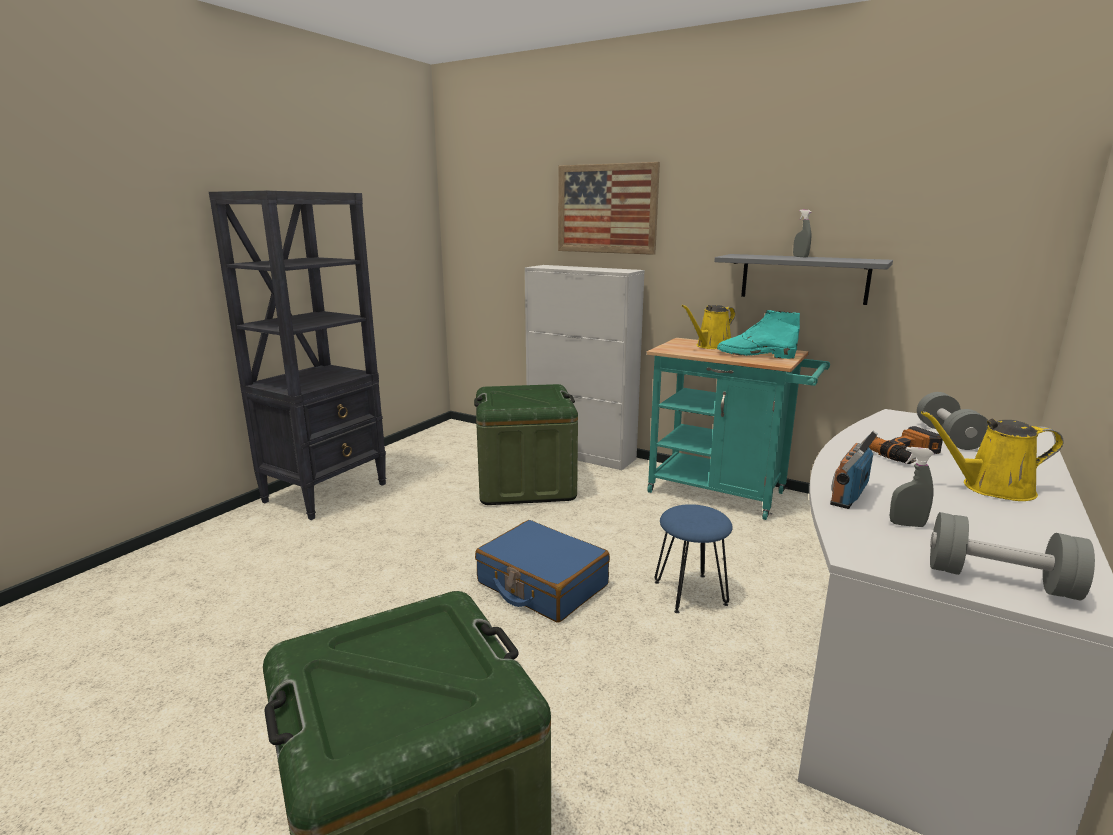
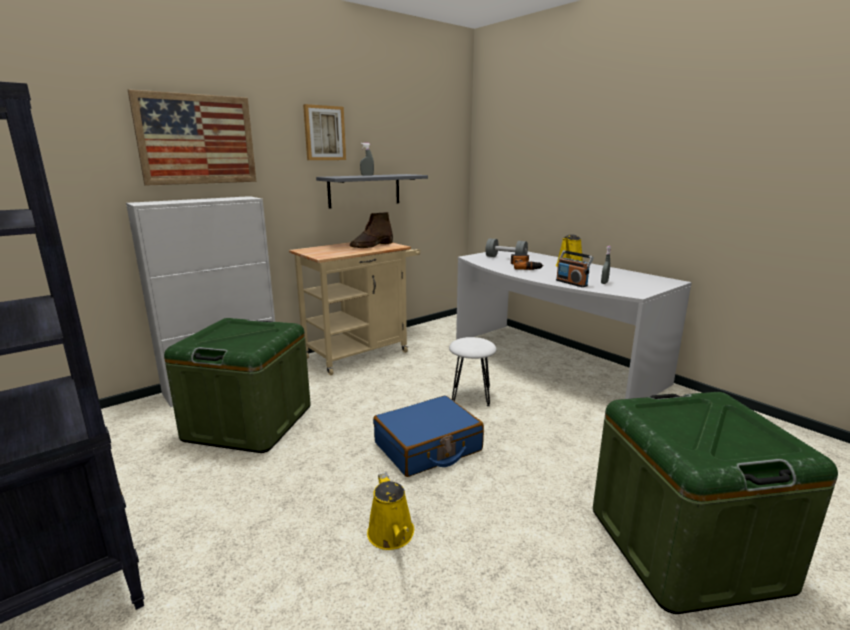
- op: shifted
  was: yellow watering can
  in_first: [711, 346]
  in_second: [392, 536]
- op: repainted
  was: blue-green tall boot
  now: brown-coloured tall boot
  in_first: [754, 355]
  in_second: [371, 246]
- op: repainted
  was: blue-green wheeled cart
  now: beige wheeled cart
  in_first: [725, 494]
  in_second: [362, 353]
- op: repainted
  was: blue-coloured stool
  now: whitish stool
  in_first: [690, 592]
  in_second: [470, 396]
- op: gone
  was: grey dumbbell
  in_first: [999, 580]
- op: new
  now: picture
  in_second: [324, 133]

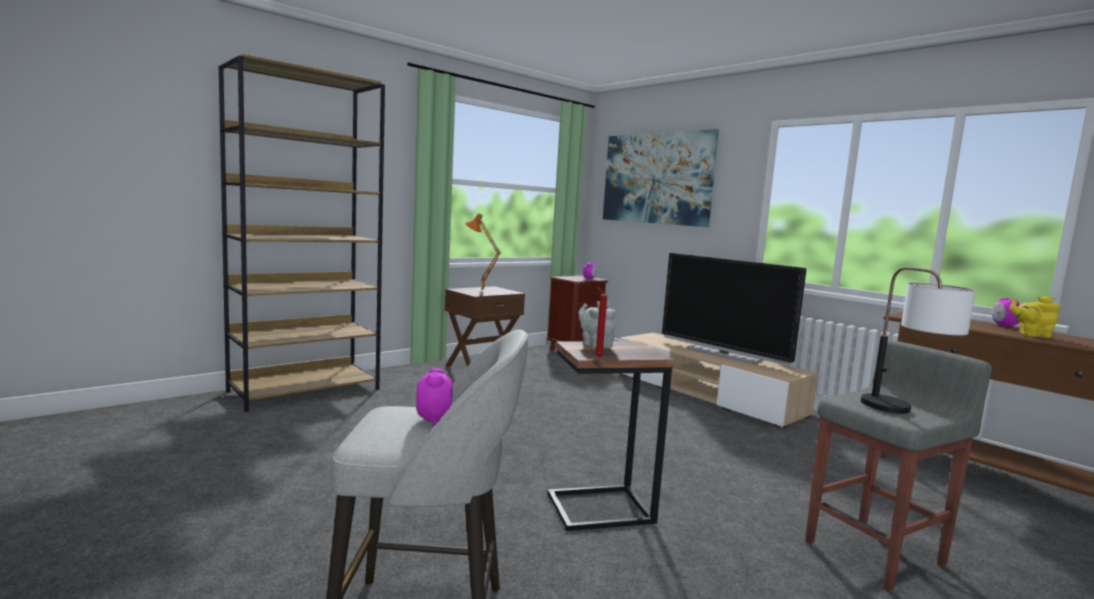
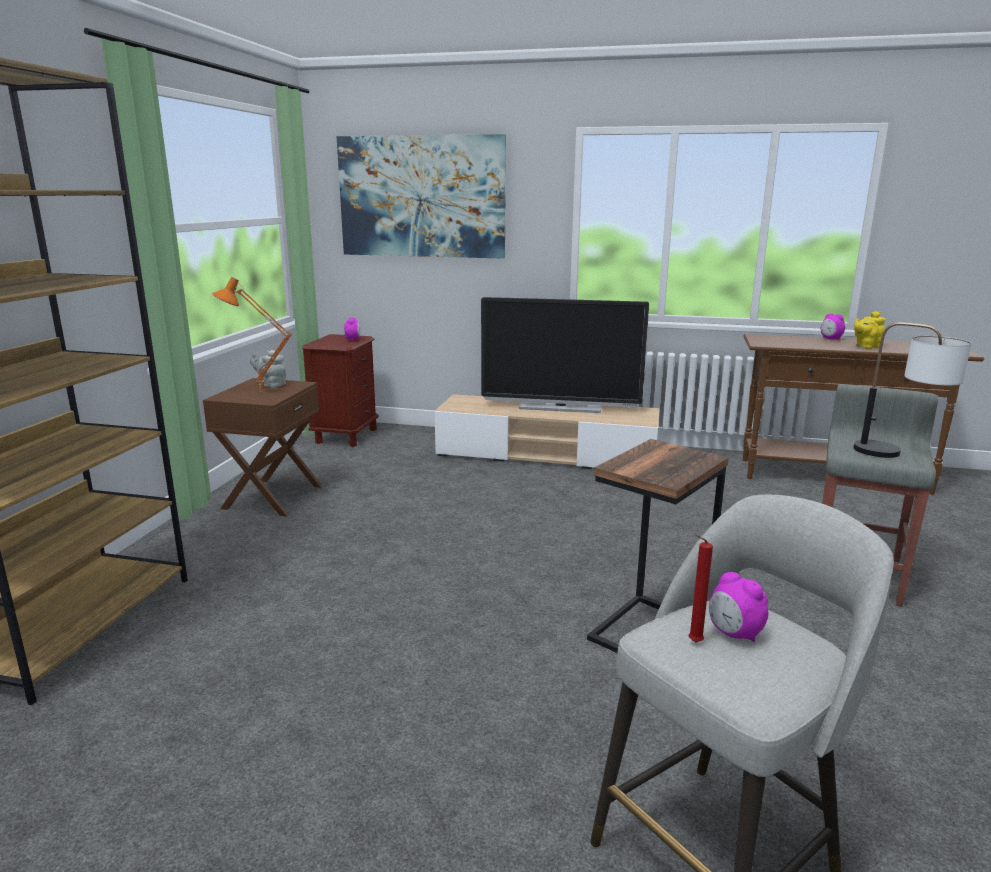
- op: shifted
  was: red wax light
  in_first: [597, 357]
  in_second: [693, 642]
- op: shifted
  was: grey teapot
  in_first: [595, 345]
  in_second: [271, 385]

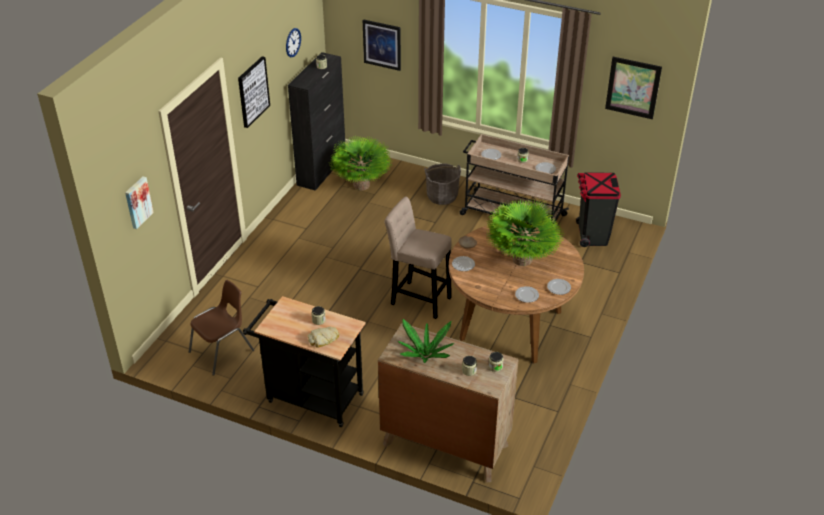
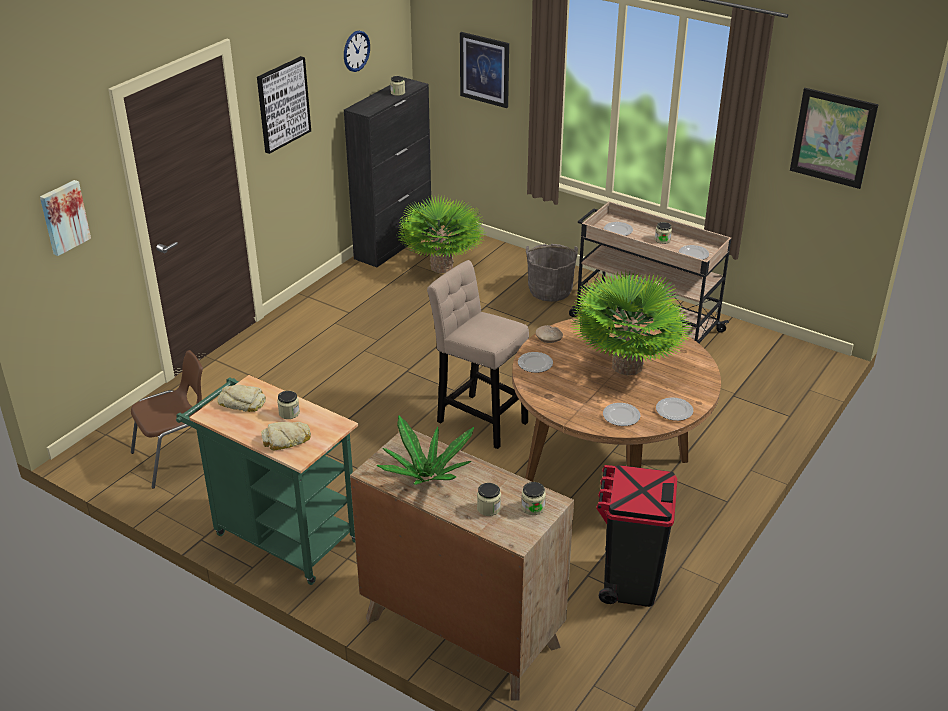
- op: shifted
  was: blackish waste bin
  in_first: [592, 236]
  in_second: [629, 582]
- op: repainted
  was: blackish wheeled cart
  now: green-coloured wheeled cart
  in_first: [310, 397]
  in_second: [279, 535]
- op: new
  now: baked bread
  in_second: [242, 402]

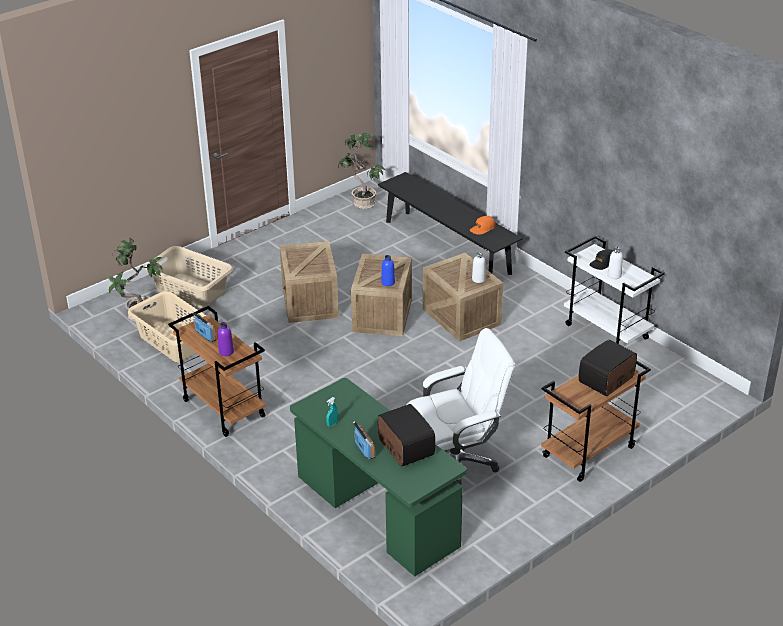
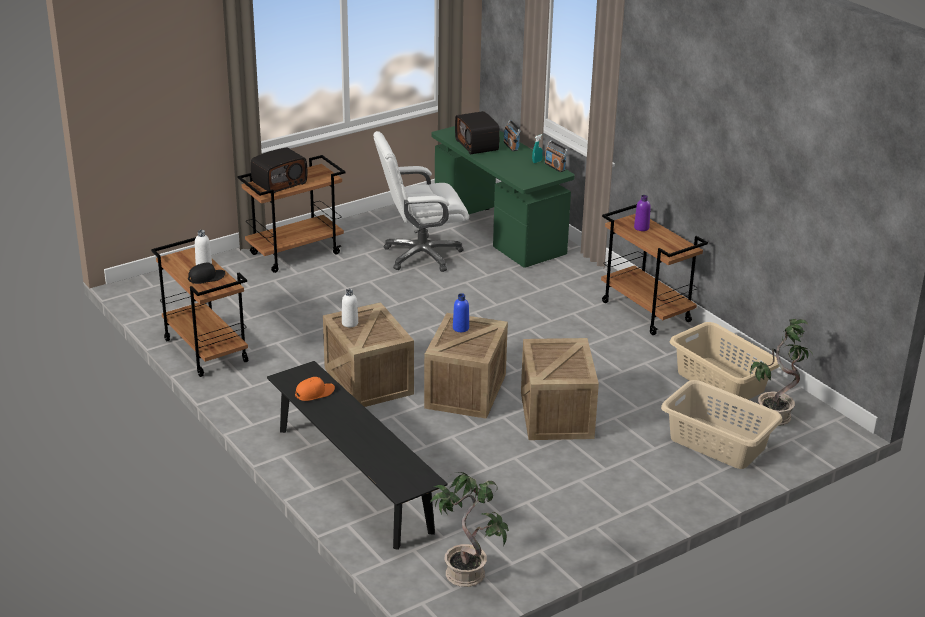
- op: repainted
  was: whitish wheeled cart
  now: brown-coloured wheeled cart
  in_first: [607, 332]
  in_second: [204, 351]
- op: shifted
  was: radio
  in_first: [205, 335]
  in_second: [555, 167]

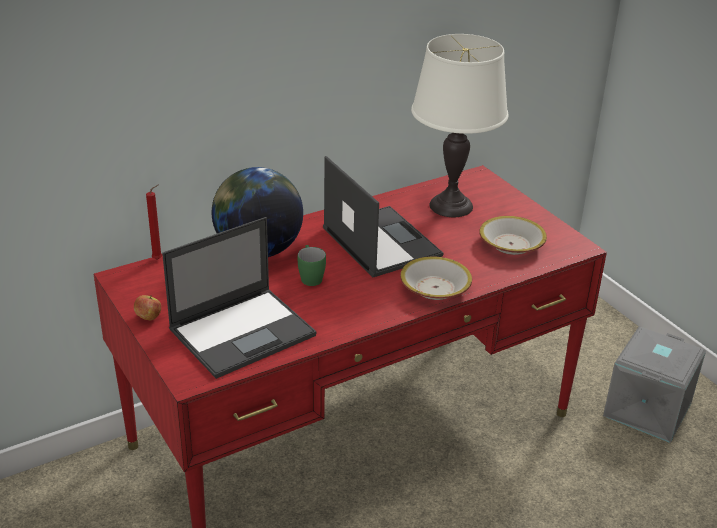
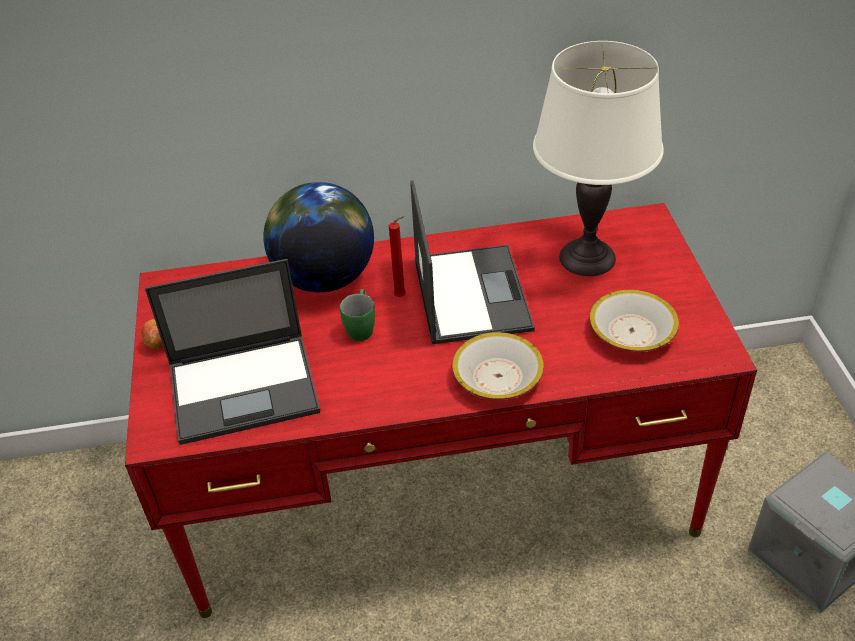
- op: shifted
  was: red wax light
  in_first: [159, 259]
  in_second: [402, 296]

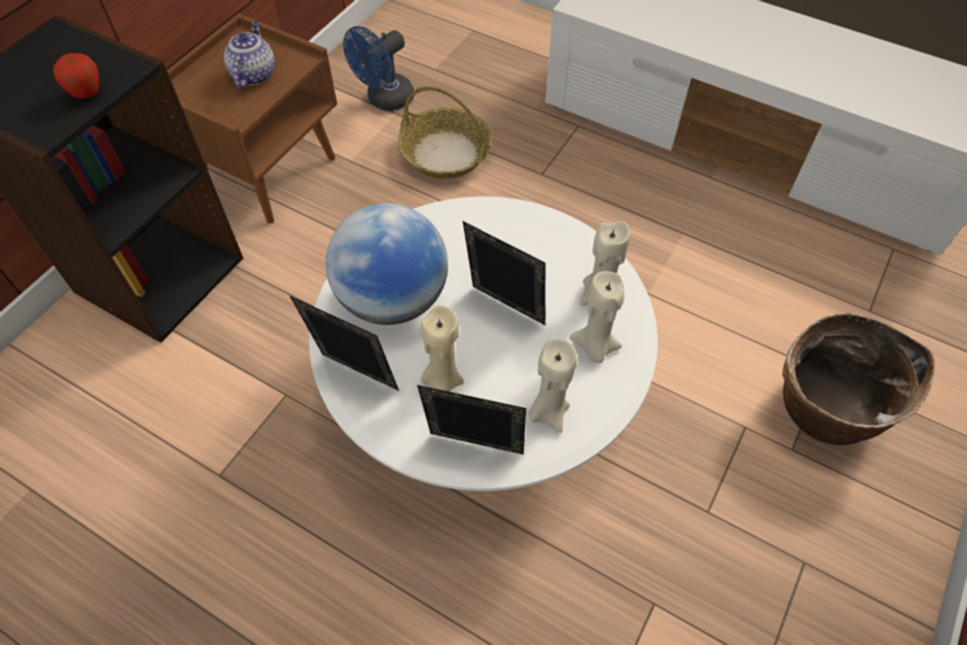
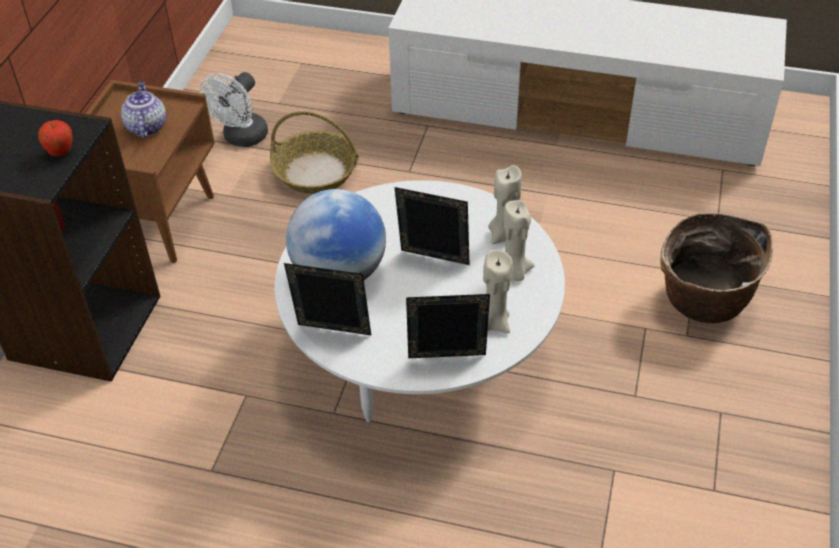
- op: repainted
  was: blue-coloured fan
  now: whitish fan
  in_first: [385, 100]
  in_second: [242, 138]
- op: gone
  was: beige wax light
  in_first: [442, 380]

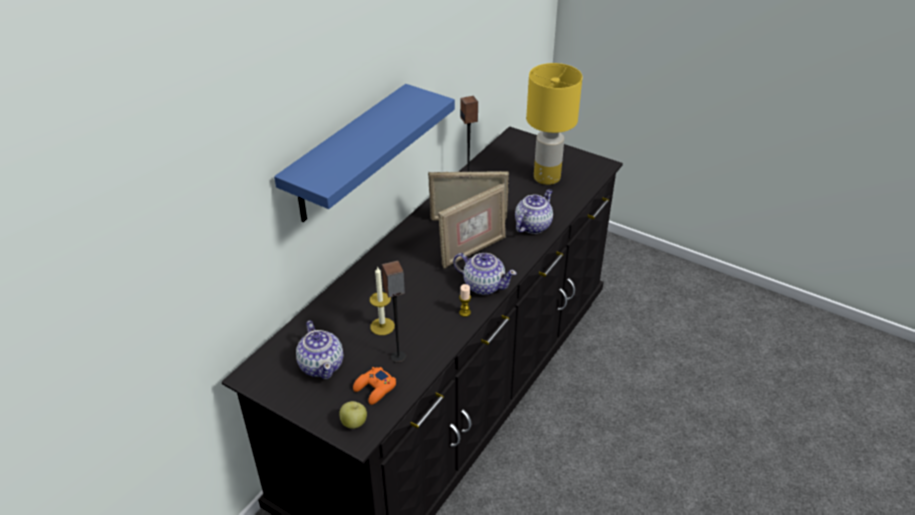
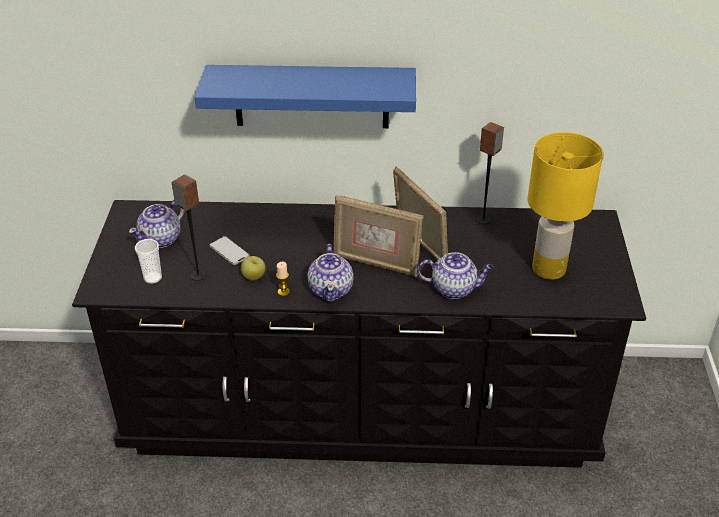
- op: swapped
  was: wax light
  now: handset
  in_first: [382, 326]
  in_second: [229, 251]
- op: swapped
  was: orange game controller
  now: drinking cup
  in_first: [375, 389]
  in_second: [152, 278]
- op: shifted
  was: whole apple
  in_first: [354, 423]
  in_second: [254, 277]

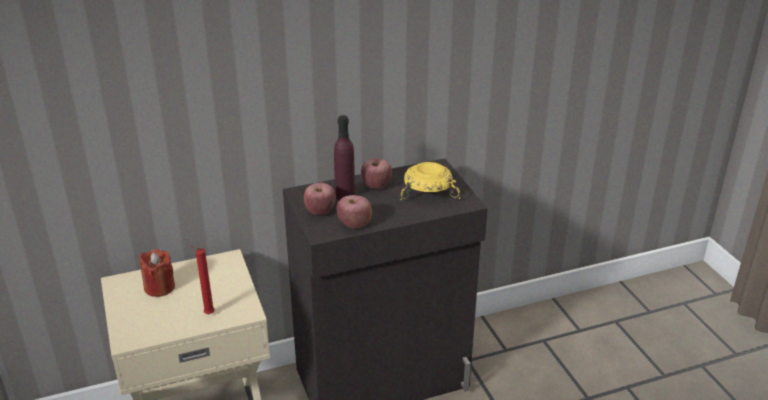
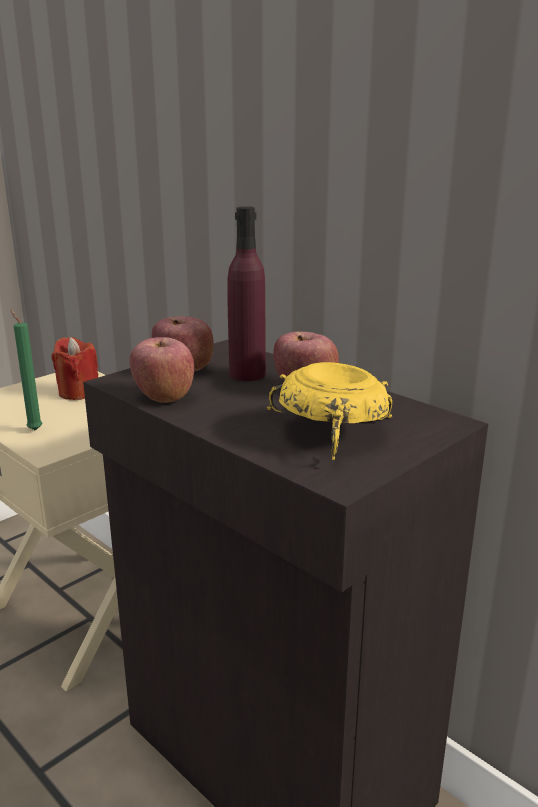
- op: repainted
  was: red wax light
  now: green-coloured wax light
  in_first: [207, 314]
  in_second: [34, 429]

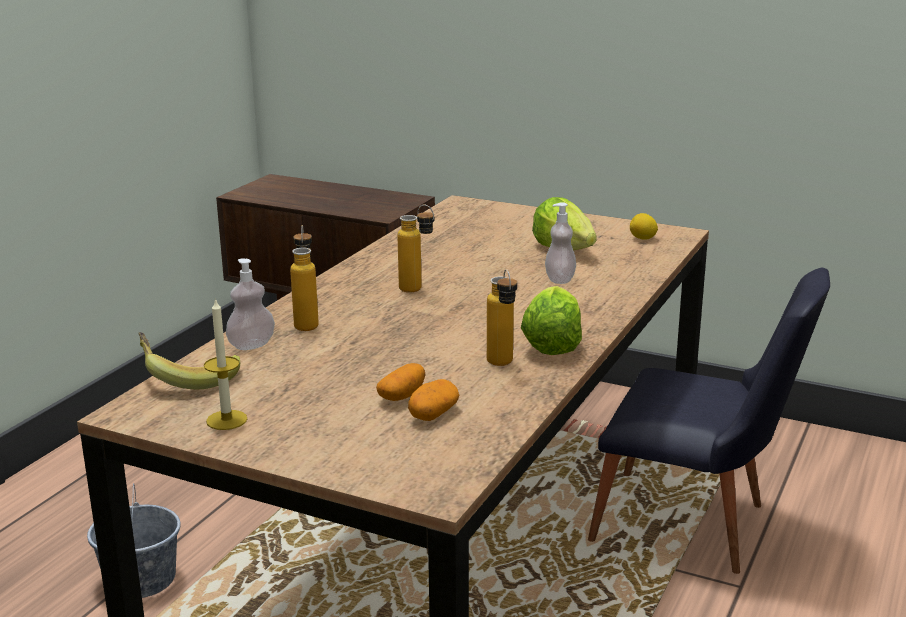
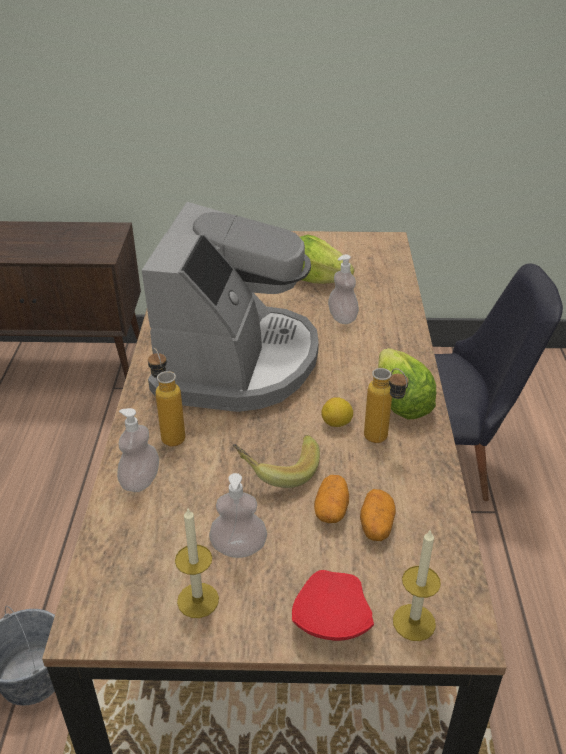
- op: swapped
  was: drink bottle
  now: coffee maker
  in_first: [417, 291]
  in_second: [237, 362]
- op: shifted
  was: citrus fruit
  in_first: [643, 239]
  in_second: [336, 423]
- op: shifted
  was: whole banana
  in_first: [188, 378]
  in_second: [277, 469]
- op: new
  now: soap dispenser
  in_second: [238, 548]
- op: new
  now: wax light
  in_second: [414, 622]
- op: new
  now: red dinner plate
  in_second: [330, 619]

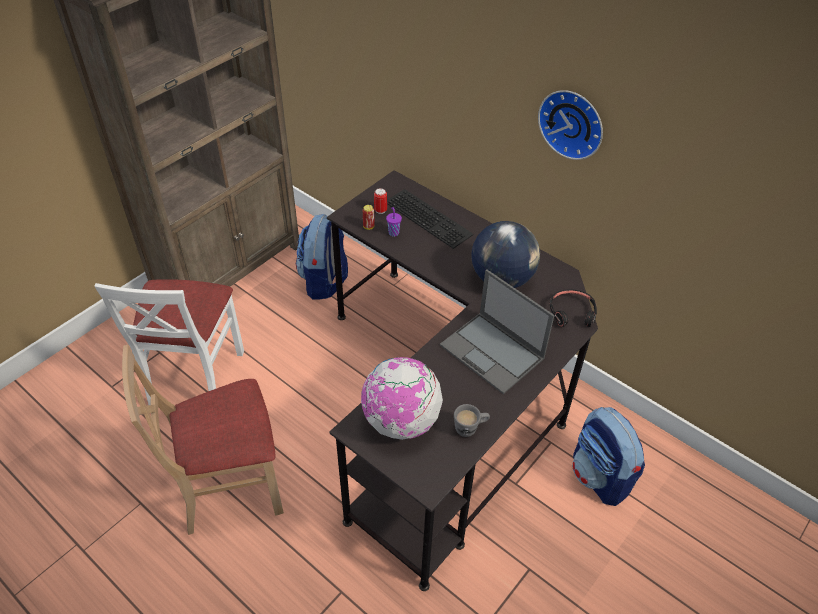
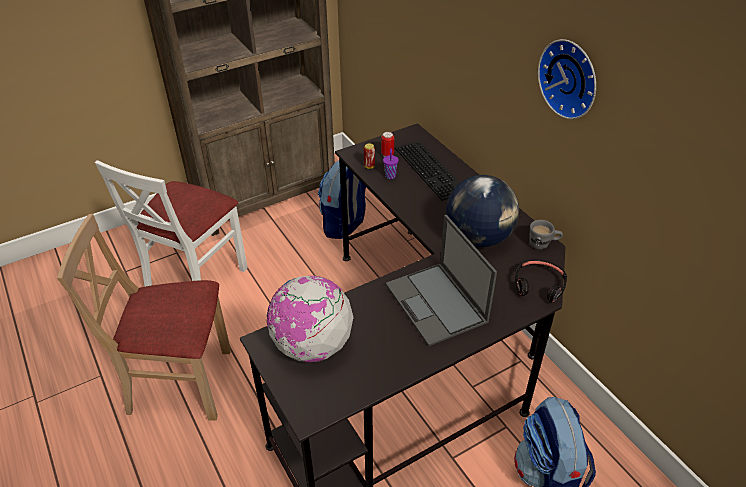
- op: shifted
  was: grey mug
  in_first: [470, 428]
  in_second: [543, 244]

